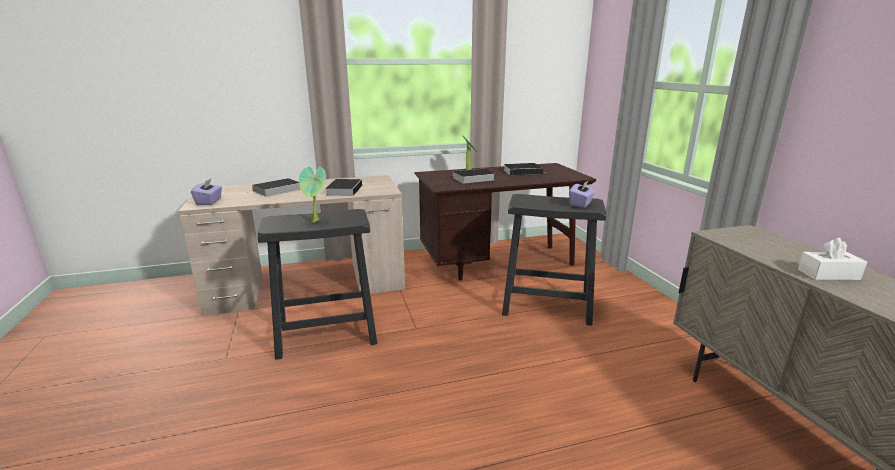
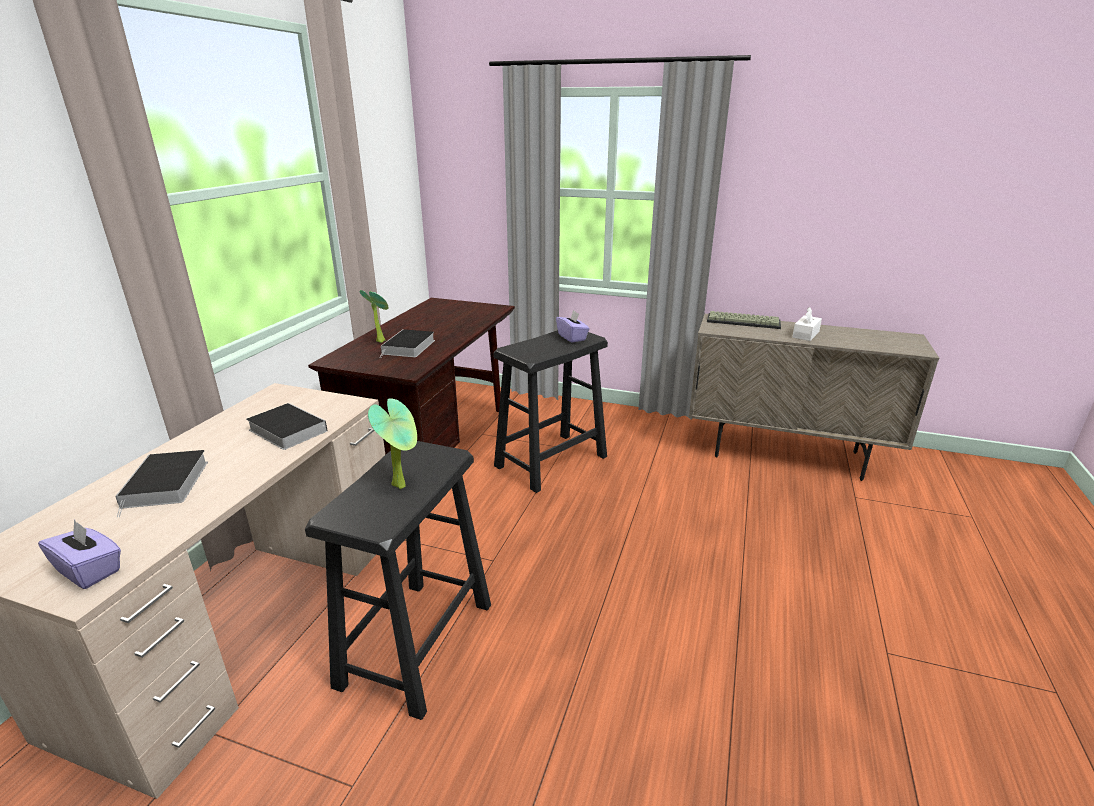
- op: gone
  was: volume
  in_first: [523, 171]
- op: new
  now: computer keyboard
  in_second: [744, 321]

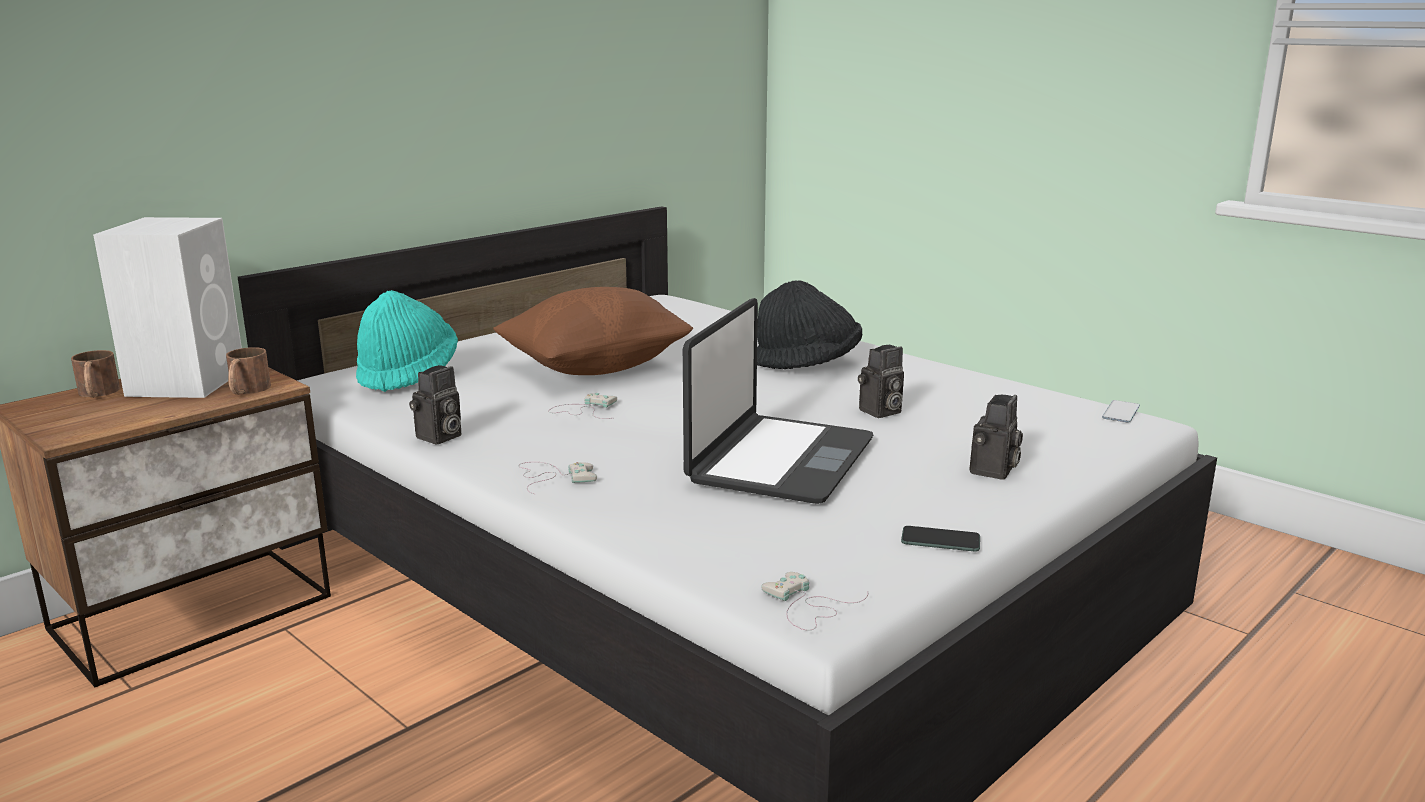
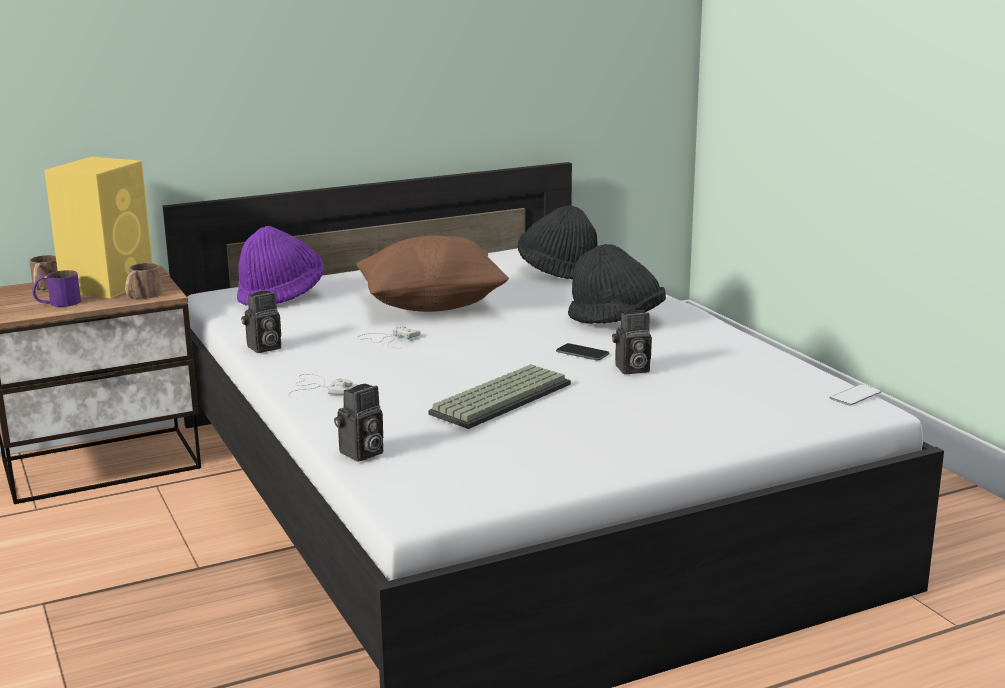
- op: repainted
  was: whitish speaker
  now: yellow speaker
  in_first: [188, 381]
  in_second: [109, 284]
- op: repainted
  was: blue-green wearable hat
  now: purple-coloured wearable hat
  in_first: [408, 375]
  in_second: [281, 296]
- op: swapped
  was: laptop
  now: computer keyboard
  in_first: [779, 460]
  in_second: [500, 398]
- op: shifted
  was: photo camera
  in_first: [993, 472]
  in_second: [361, 454]
- op: shifted
  was: handset
  in_first: [940, 540]
  in_second: [582, 353]
- op: gone
  was: whitish game controller
  in_first: [807, 606]
- op: new
  now: blackish wearable hat
  in_second: [559, 271]
- op: new
  now: purple-coloured mug
  in_second: [57, 303]

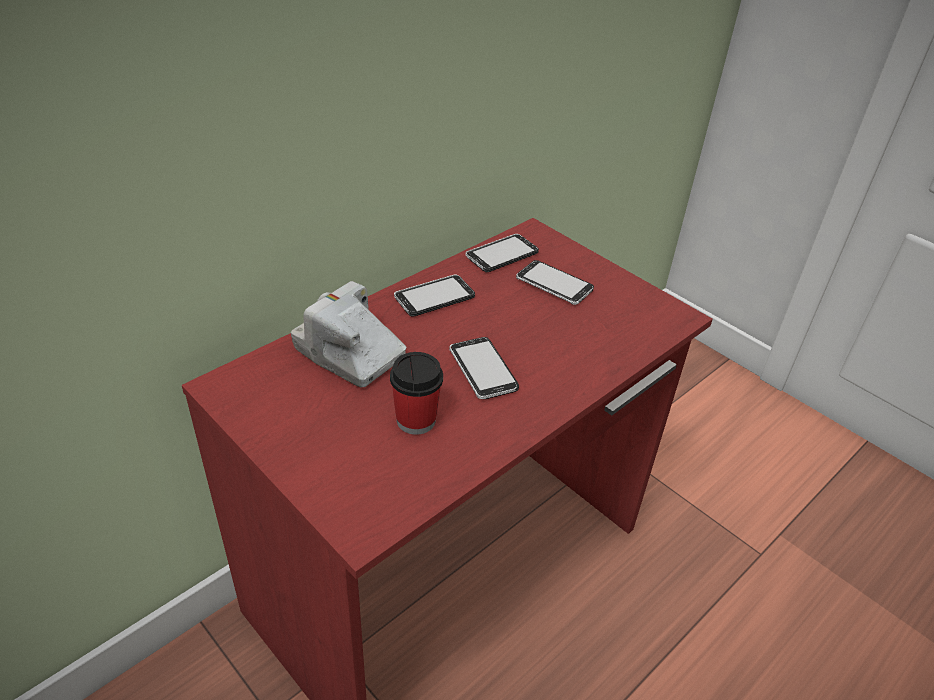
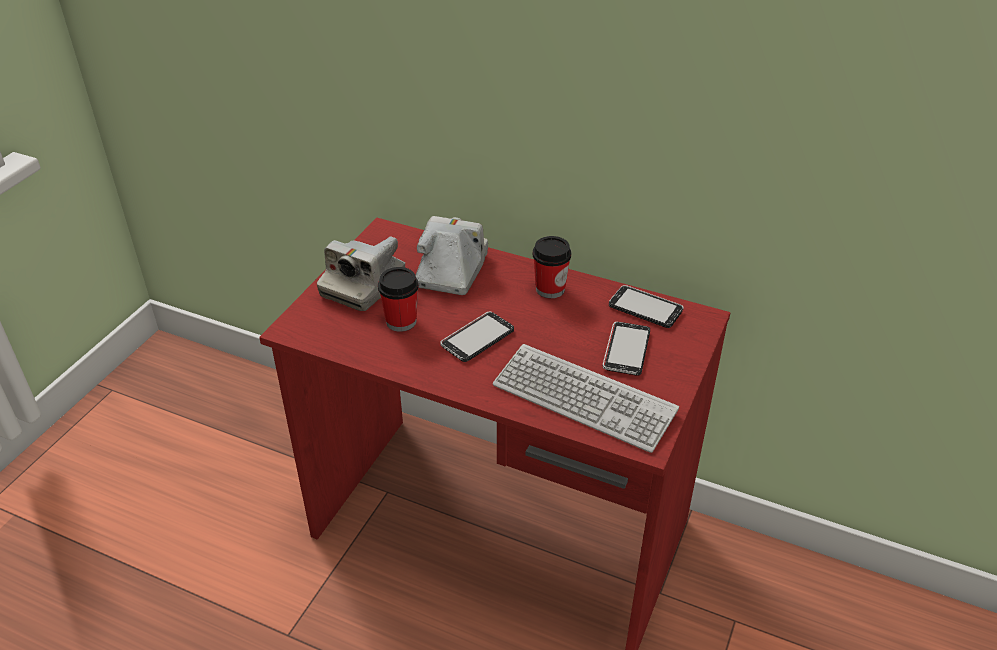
- op: swapped
  was: handset
  now: drinking cup
  in_first: [434, 297]
  in_second: [550, 289]
- op: new
  now: photo camera
  in_second: [363, 285]
- op: new
  now: computer keyboard
  in_second: [583, 399]

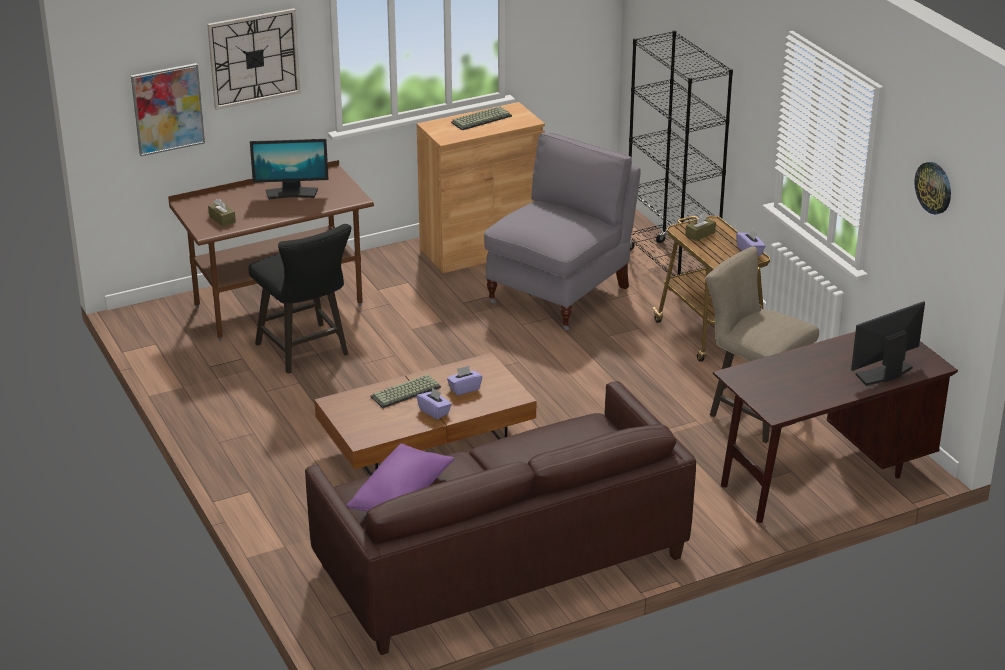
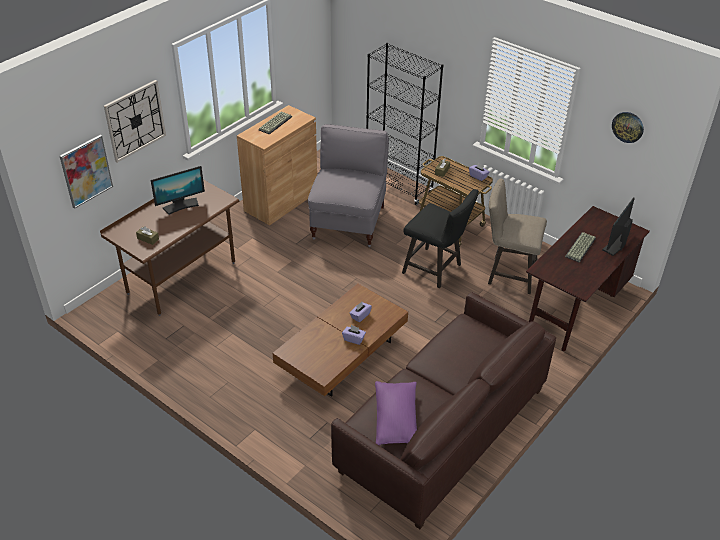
- op: shifted
  was: blackish stool
  in_first: [306, 352]
  in_second: [436, 270]
- op: shifted
  was: computer keyboard
  in_first: [405, 393]
  in_second: [581, 248]

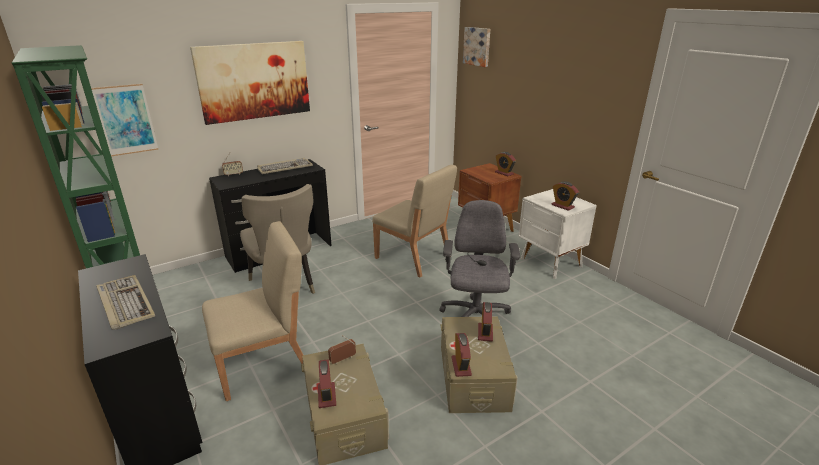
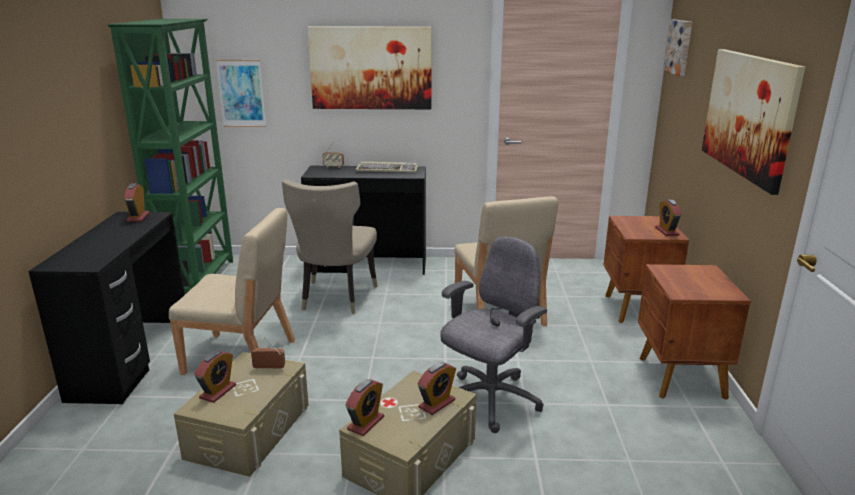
- op: shifted
  was: table clock
  in_first: [562, 206]
  in_second: [138, 217]
- op: repainted
  was: whitish night table
  now: brown-coloured night table
  in_first: [550, 263]
  in_second: [680, 378]
- op: gone
  was: computer keyboard
  in_first: [124, 303]
- op: new
  now: picture
  in_second: [748, 115]

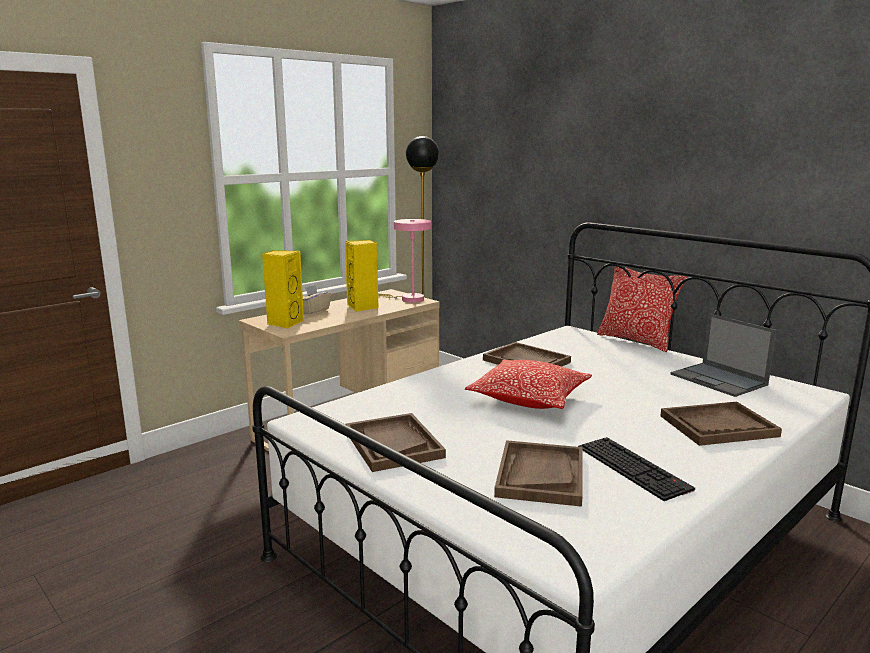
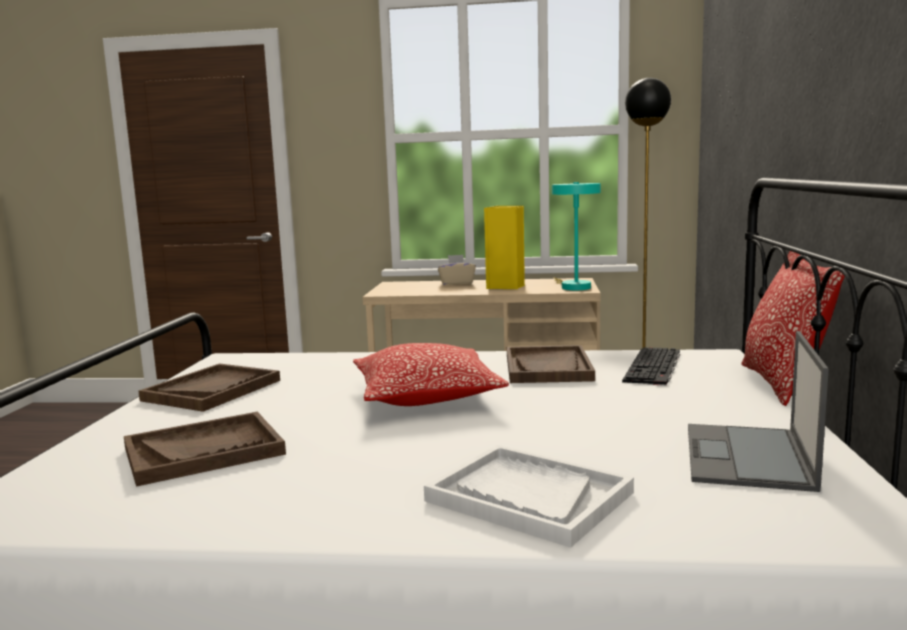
- op: repainted
  was: pinkish table lamp
  now: blue-green table lamp
  in_first: [408, 299]
  in_second: [573, 287]
- op: gone
  was: yellow speaker
  in_first: [285, 323]
- op: repainted
  was: brown-coloured serving tray
  now: whitish serving tray
  in_first: [718, 426]
  in_second: [528, 497]
- op: shifted
  was: computer keyboard
  in_first: [635, 468]
  in_second: [654, 367]

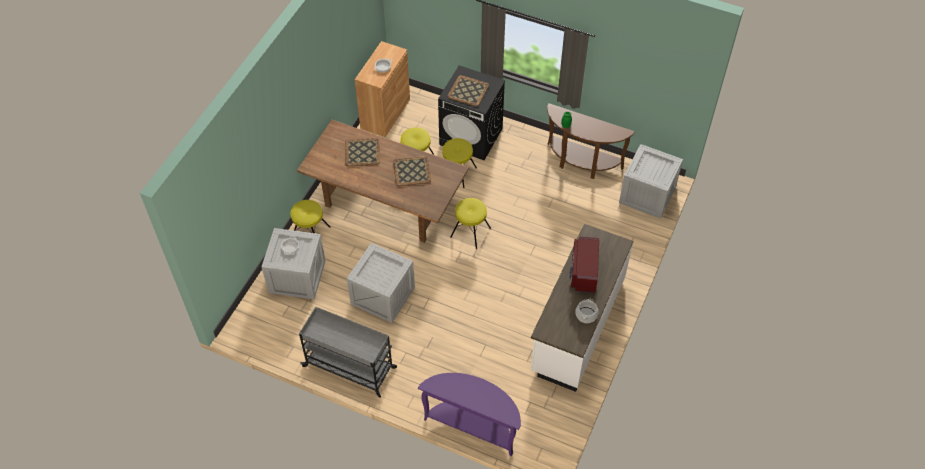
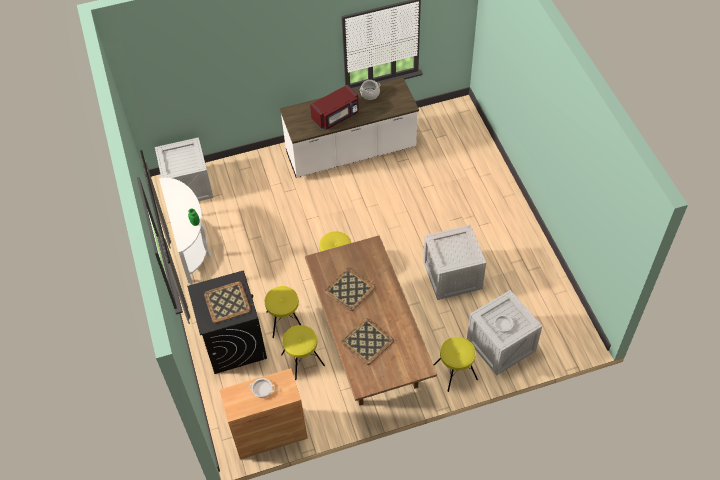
- op: repainted
  was: brown-coloured hall table
  now: whitish hall table
  in_first: [581, 163]
  in_second: [192, 246]
- op: gone
  was: grey wheeled cart
  in_first: [350, 367]
- op: gone
  was: purple-coloured hall table
  in_first: [473, 426]

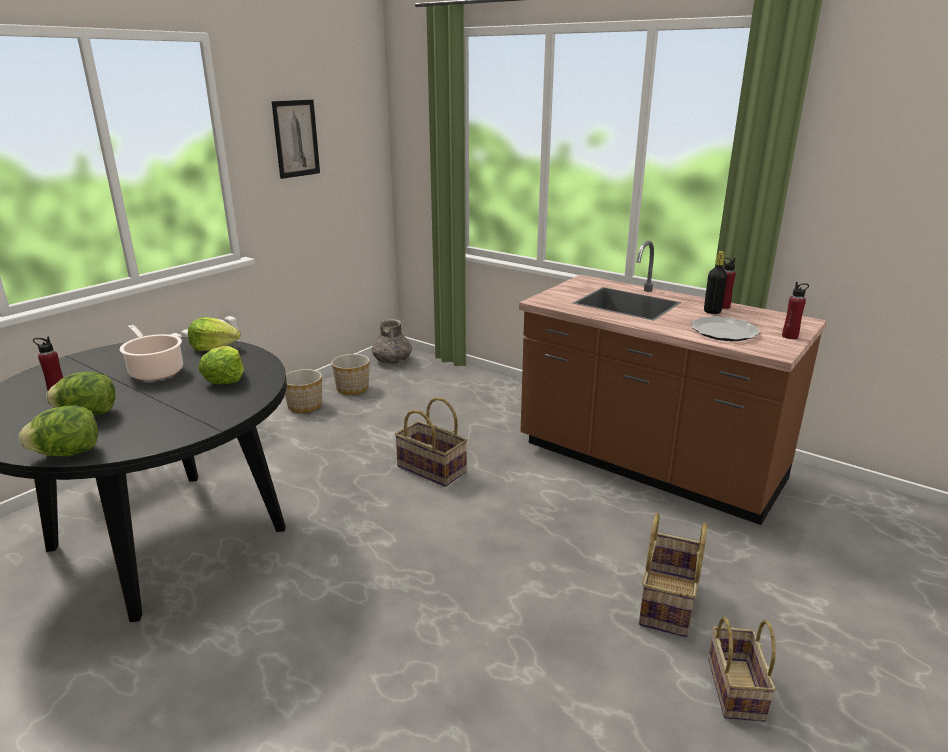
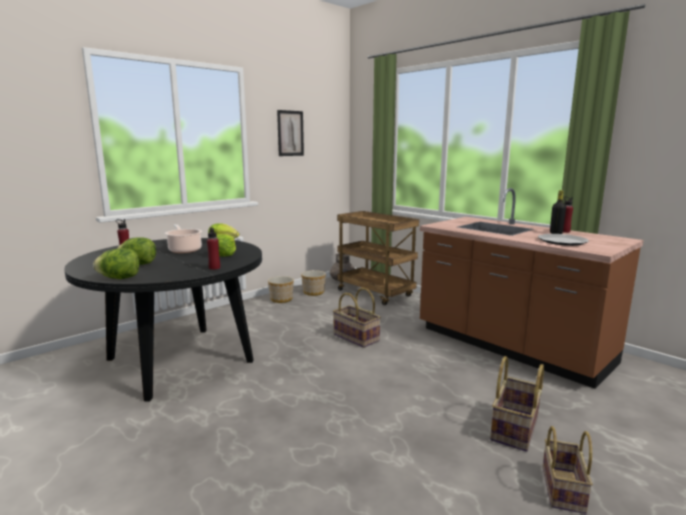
- op: shifted
  was: red drink bottle
  in_first: [790, 336]
  in_second: [214, 268]
- op: new
  now: brown-coloured wheeled cart
  in_second: [376, 293]

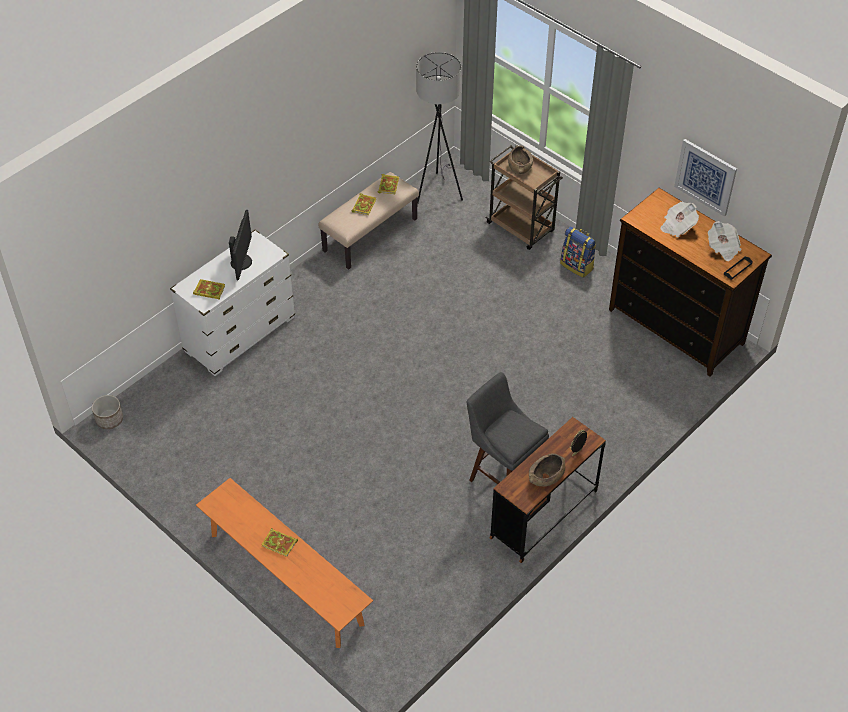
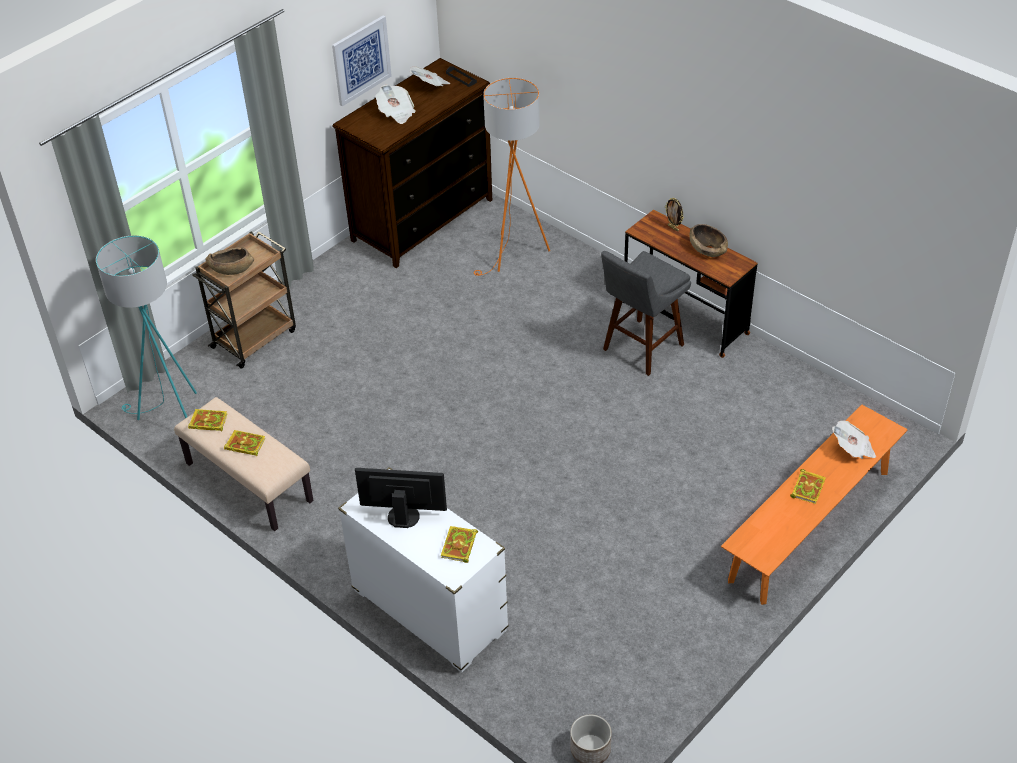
- op: repainted
  was: grey floor lamp
  now: blue-green floor lamp
  in_first: [438, 189]
  in_second: [170, 417]
- op: gone
  was: rucksack
  in_first: [577, 266]
- op: new
  now: orange floor lamp
  in_second: [514, 255]
- op: new
  now: printed paper
  in_second: [853, 449]

